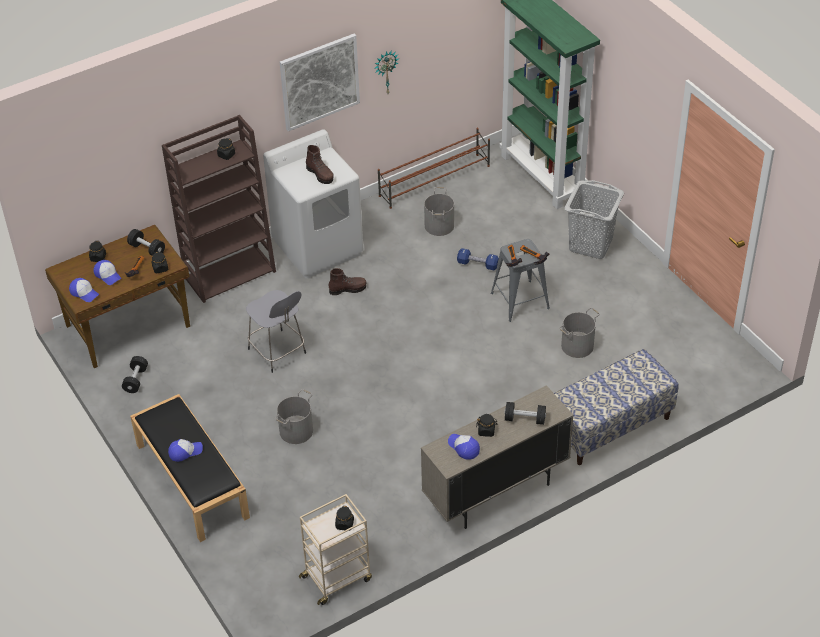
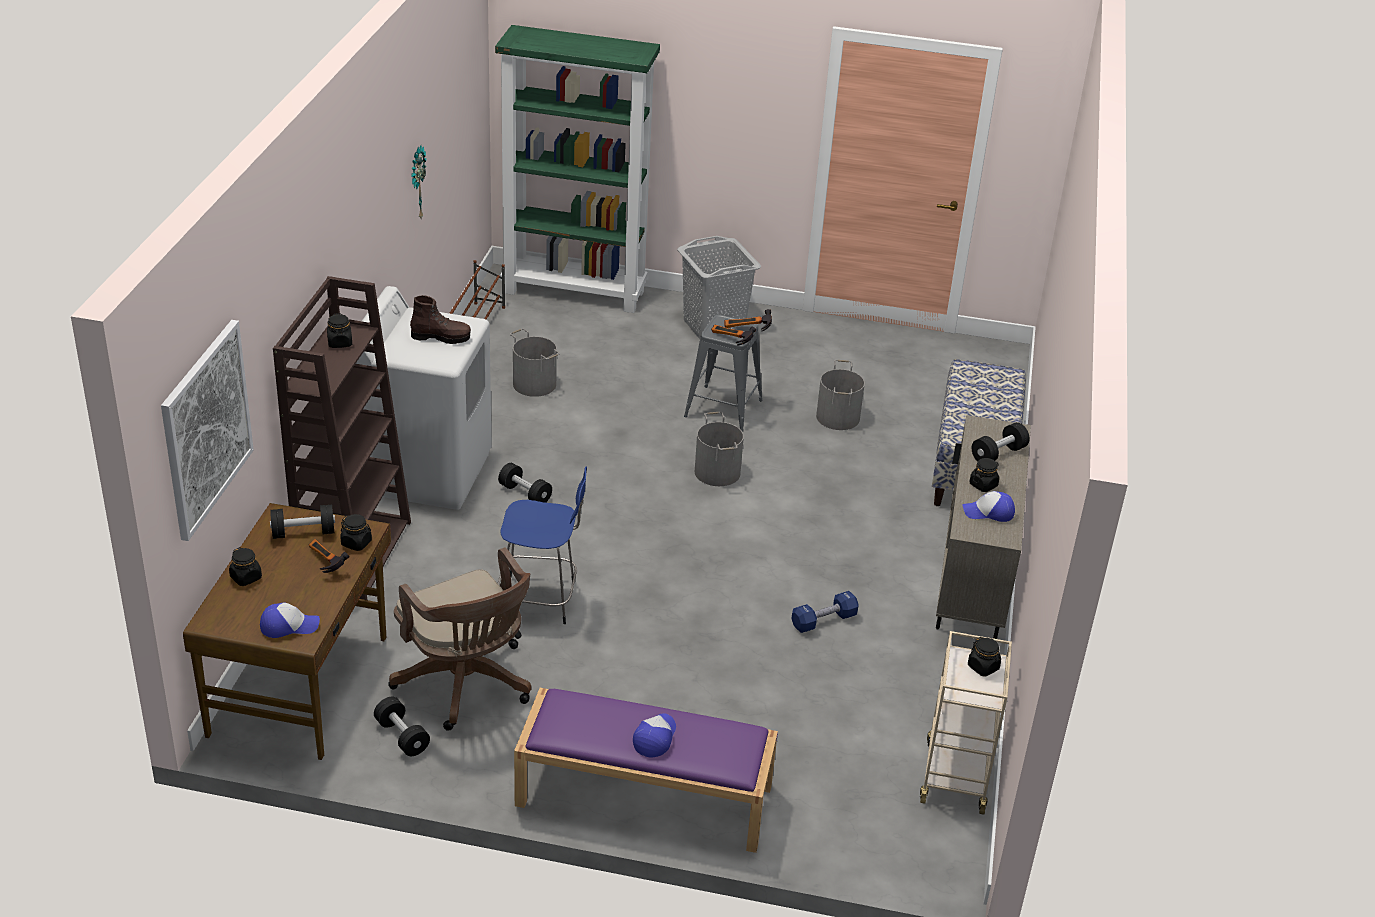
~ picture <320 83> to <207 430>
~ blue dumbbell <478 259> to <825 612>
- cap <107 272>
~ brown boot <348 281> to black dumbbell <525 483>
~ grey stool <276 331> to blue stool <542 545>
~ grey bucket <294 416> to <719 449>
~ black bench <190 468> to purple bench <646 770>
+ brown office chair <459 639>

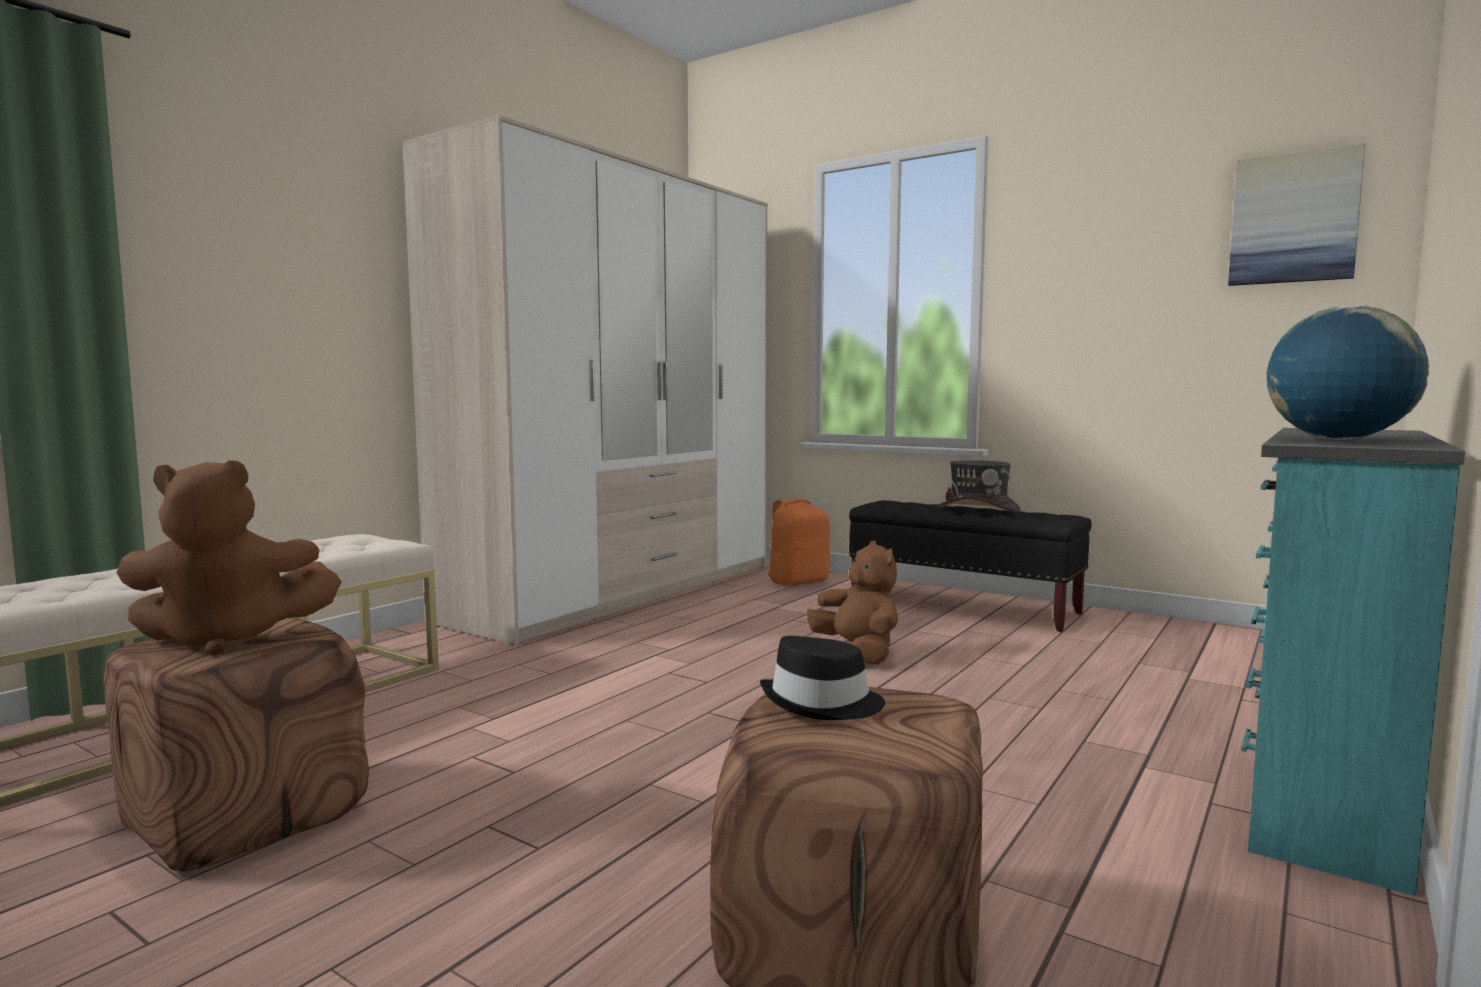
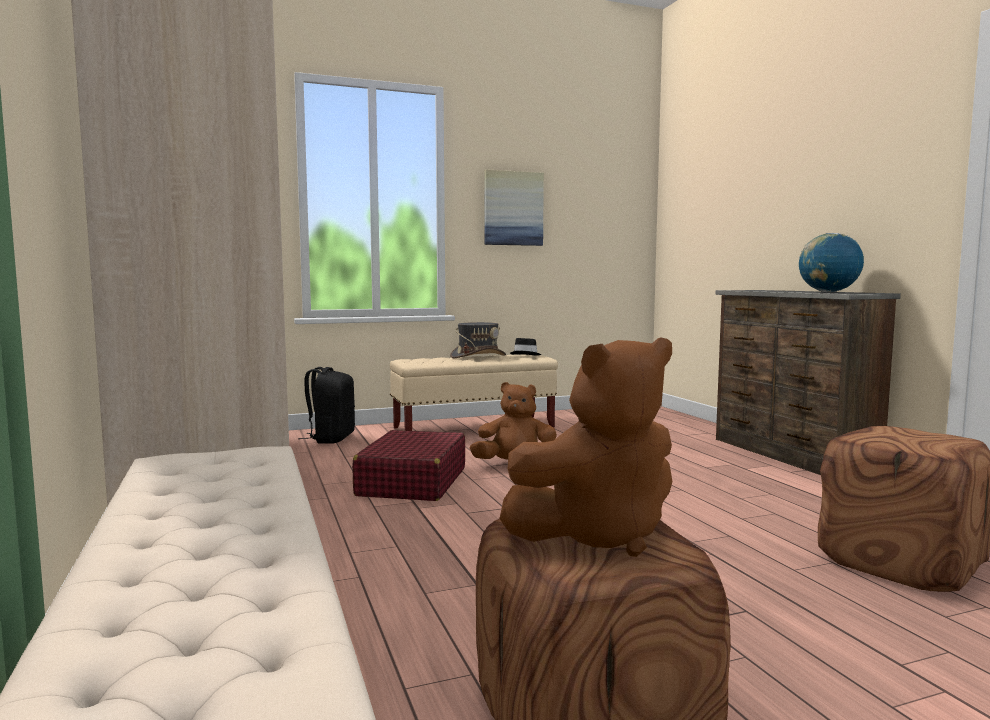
~ picture <1296 214> to <514 207>
~ turquoise dresser <1353 662> to brown dresser <808 382>
~ brown plush toy <228 558> = <586 447> 45 degrees clockwise
~ orange backpack <799 542> to black backpack <326 405>
~ black bench <970 566> to beige bench <474 392>
~ black hat <822 678> to <525 346>
+ red suitcase <408 465>

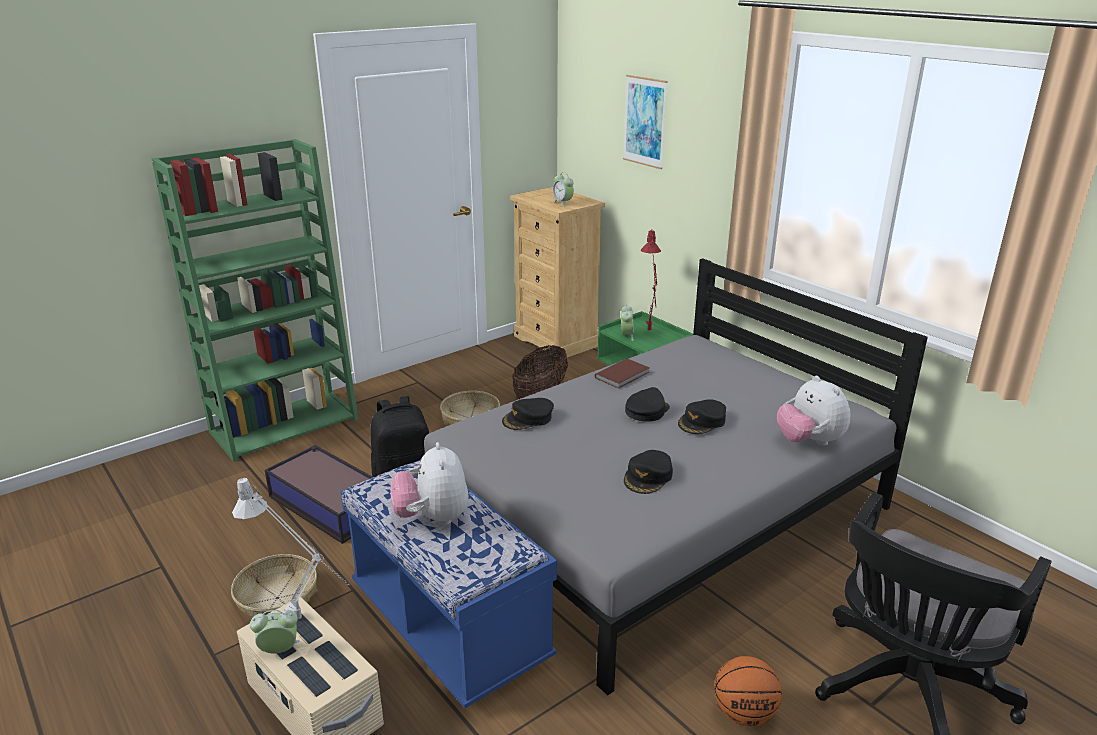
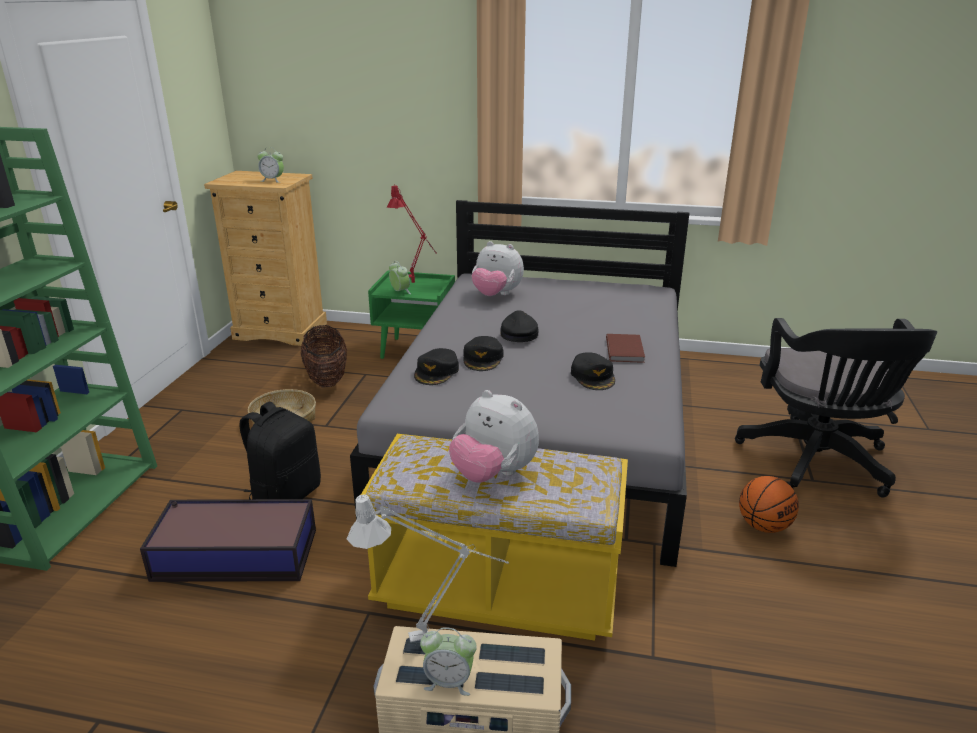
- picture <645 122>
~ brown book <622 374> to <625 348>
~ plush toy <814 411> to <497 268>
~ black cap <702 416> to <483 353>
~ blue bench <449 584> to yellow bench <494 537>
- basket <274 586>
~ alarm clock <275 631> = <448 661> 120 degrees counterclockwise

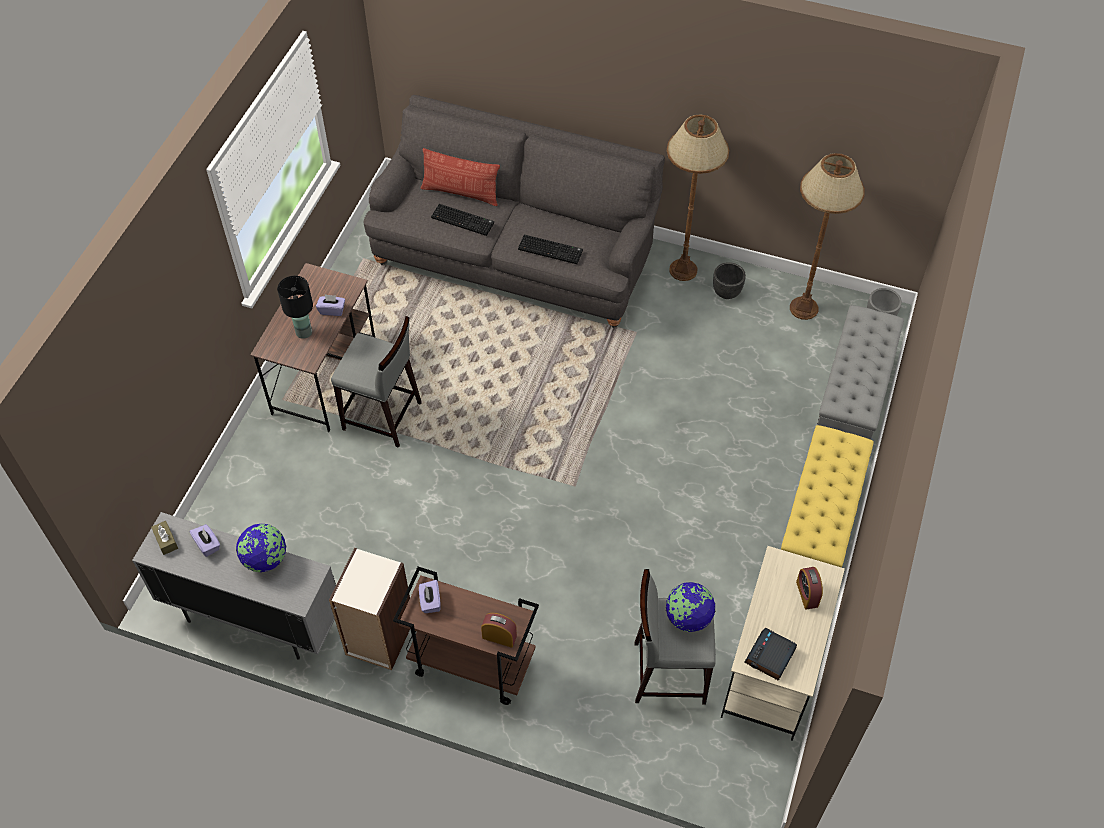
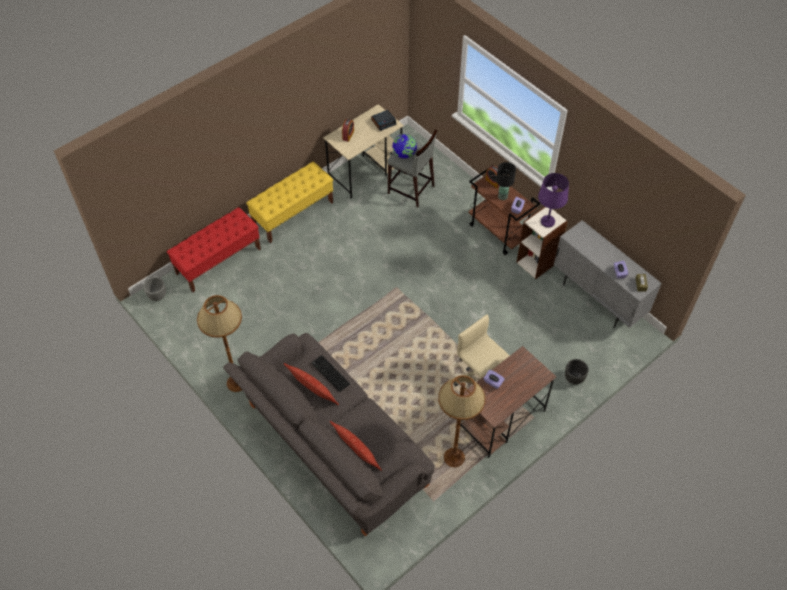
~ brown floor lamp <827 236> to <461 421>
- keyboard <462 220>
~ black planter <729 280> to <576 372>
~ black table lamp <295 307> to <506 181>
~ grey bench <860 372> to red bench <214 250>
~ grey stool <376 382> to beige office chair <482 350>
- globe <261 547>
+ purple table lamp <553 200>
+ pillow <311 384>

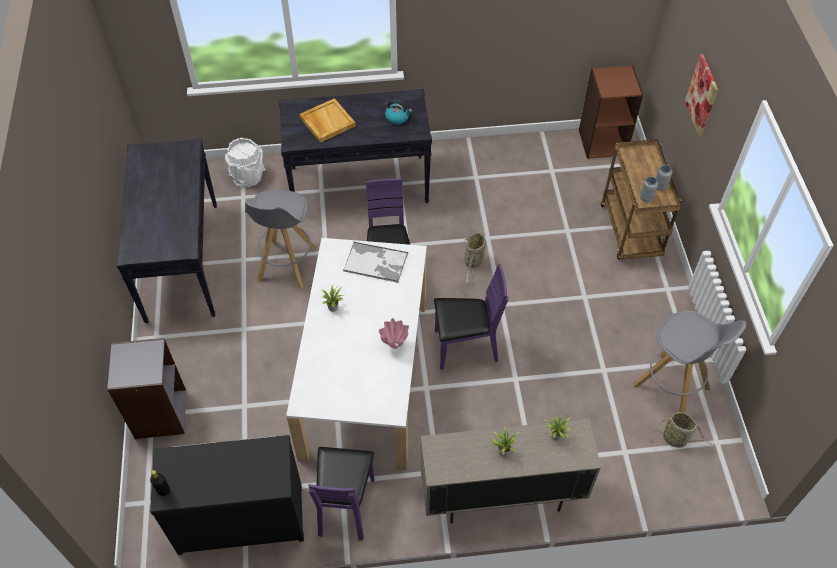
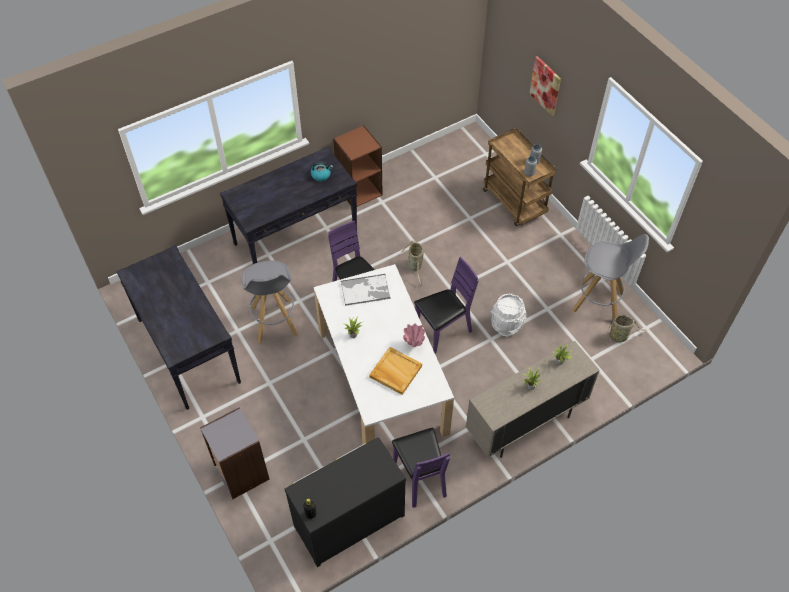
~ brown bookcase <611 112> to <358 166>
~ beige tray <328 120> to <395 371>
~ white bucket <245 162> to <508 315>

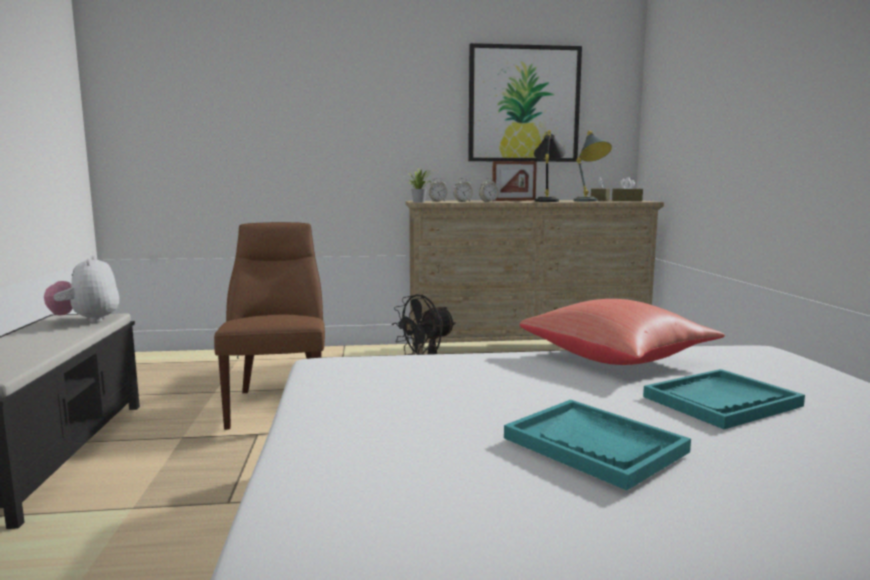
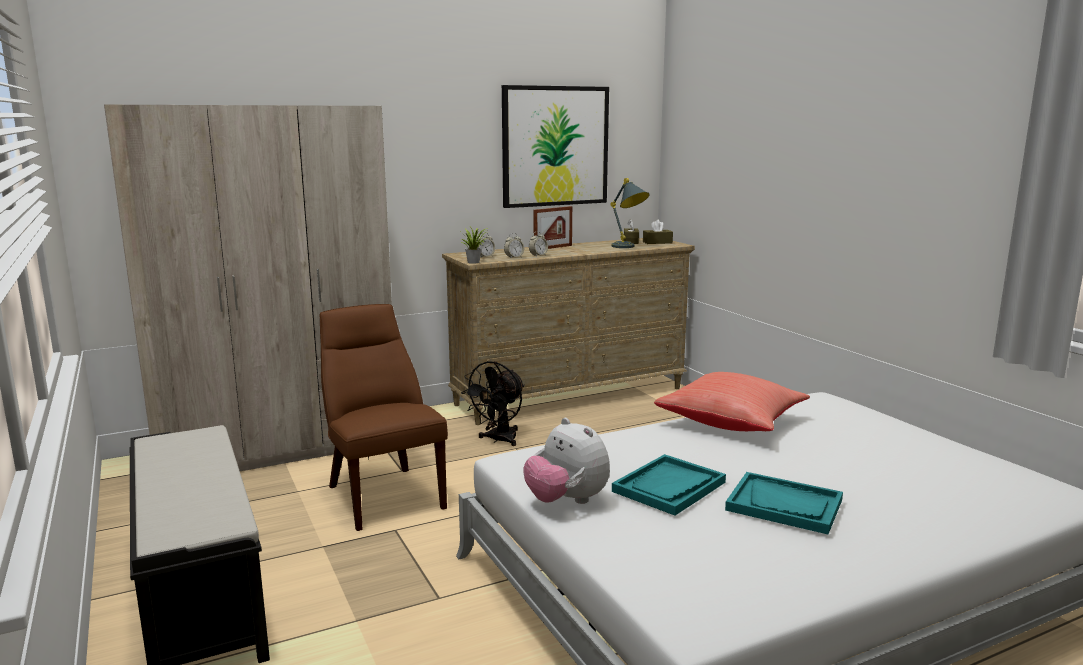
- black table lamp <550 166>
~ plush toy <81 289> to <567 461>
~ turquoise tray <724 399> to <669 485>
+ beige wardrobe <248 287>

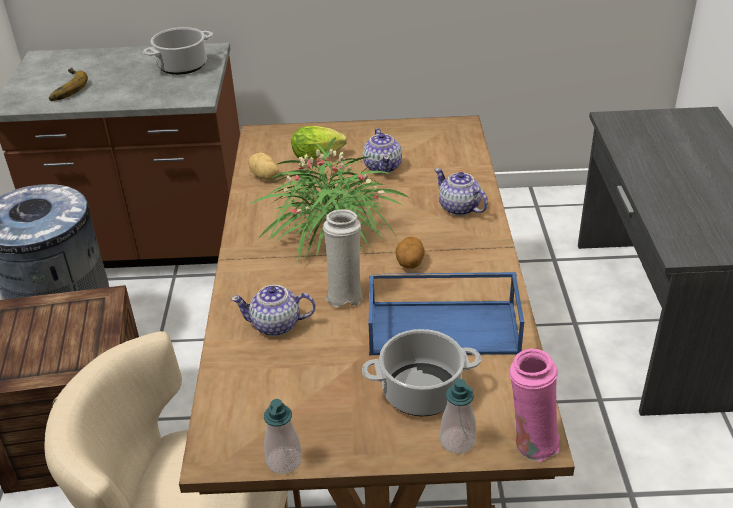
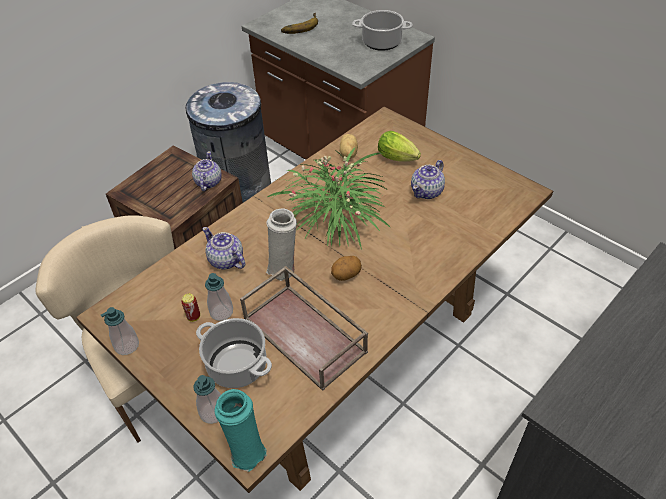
~ teapot <461 192> to <207 171>
~ blue tray <446 313> to brown tray <304 328>
~ pink vase <535 405> to turquoise vase <241 430>
+ soap dispenser <219 297>
+ can <191 308>

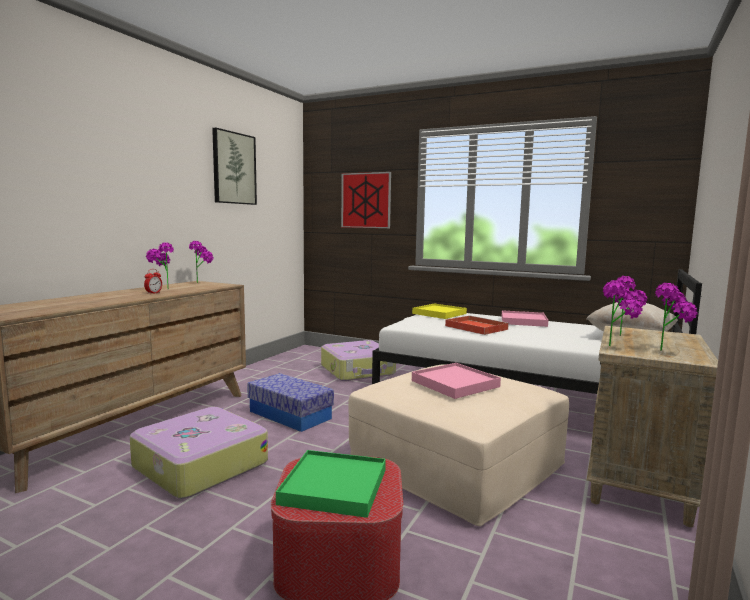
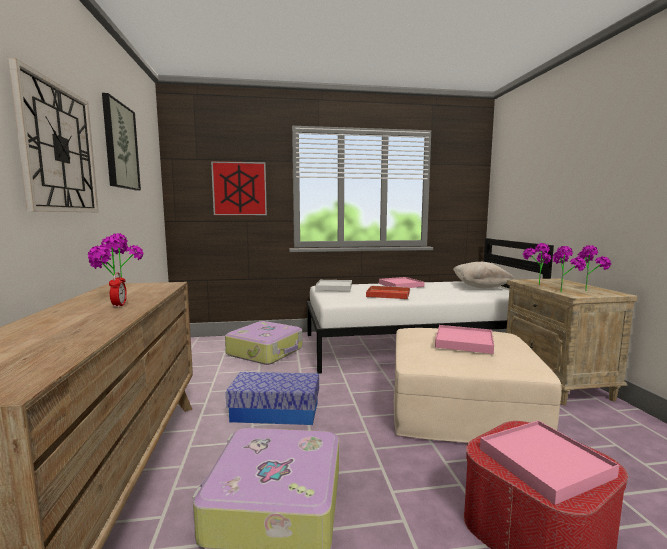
~ yellow tray <439 311> to white tray <333 285>
~ green tray <331 484> to pink tray <549 462>
+ wall clock <53 135>

